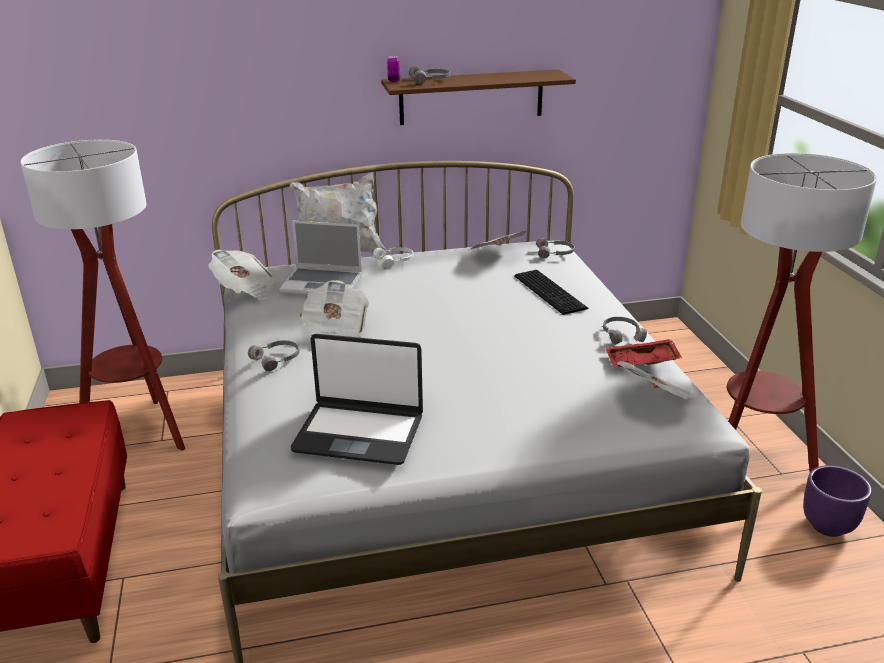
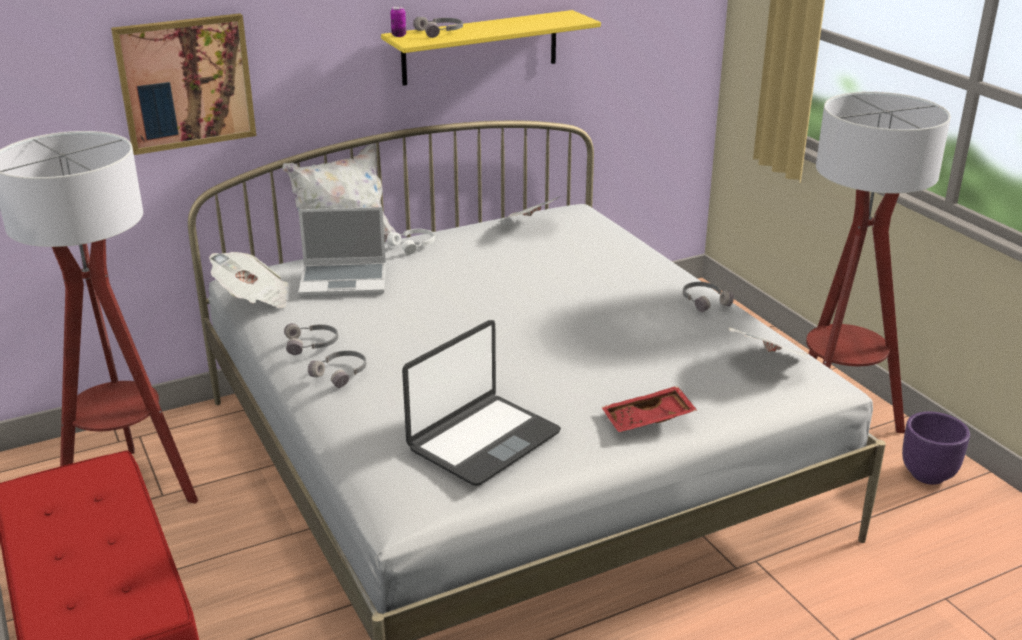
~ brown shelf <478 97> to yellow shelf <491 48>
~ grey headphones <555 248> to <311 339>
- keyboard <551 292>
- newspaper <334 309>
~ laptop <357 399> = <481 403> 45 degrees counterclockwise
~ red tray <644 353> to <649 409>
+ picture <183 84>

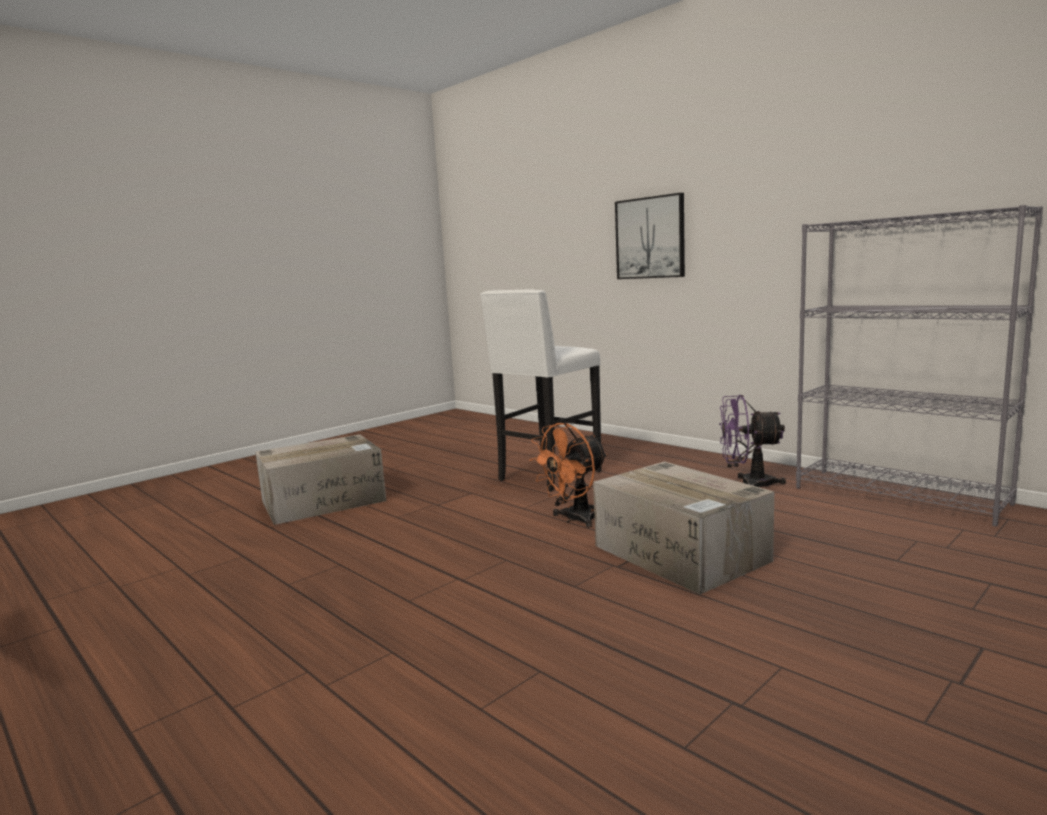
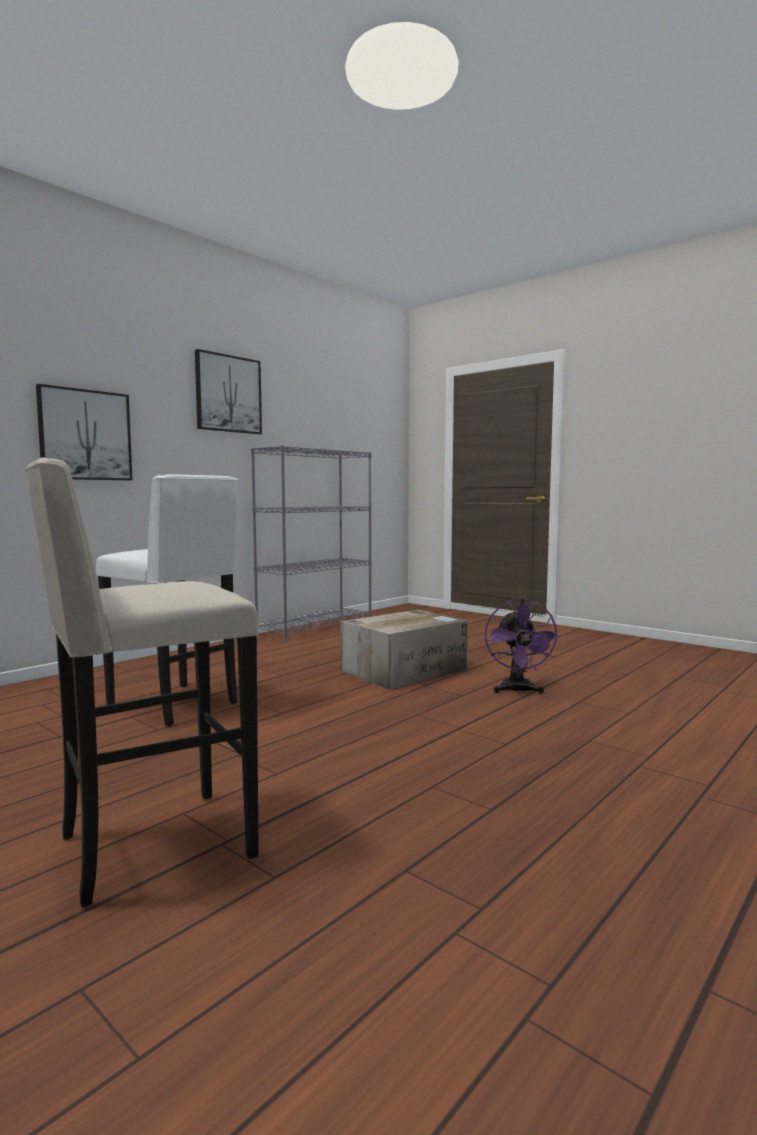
~ purple fan <752 441> to <522 646>
- orange fan <568 475>
~ cardboard box <320 480> to beige stool <142 683>
+ picture <228 391>

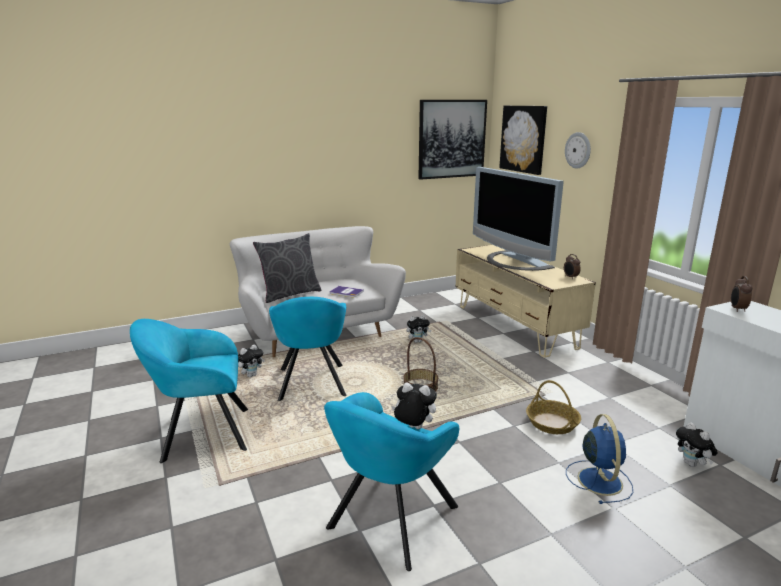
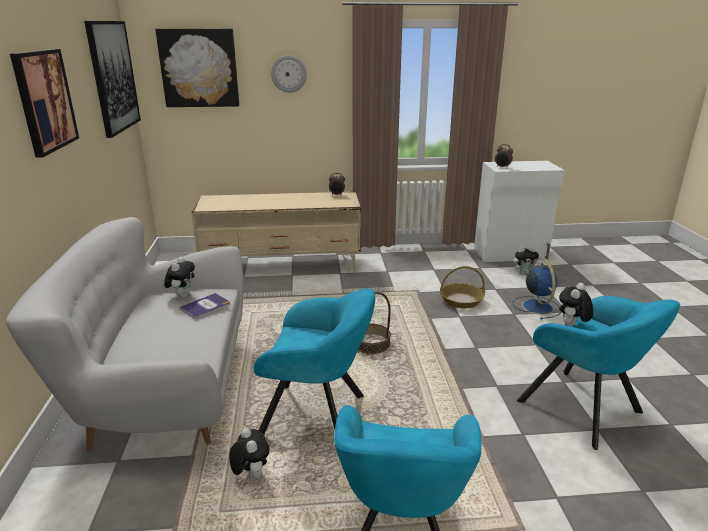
- television <518 219>
- grey pillow <287 268>
~ plush toy <419 329> to <179 277>
~ blue fan <599 459> = <537 289> 60 degrees clockwise
+ picture <44 103>

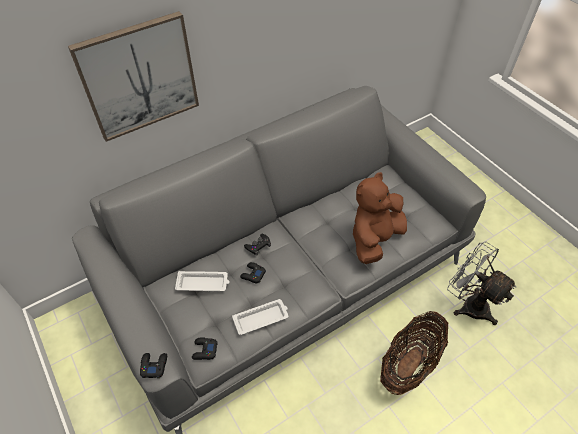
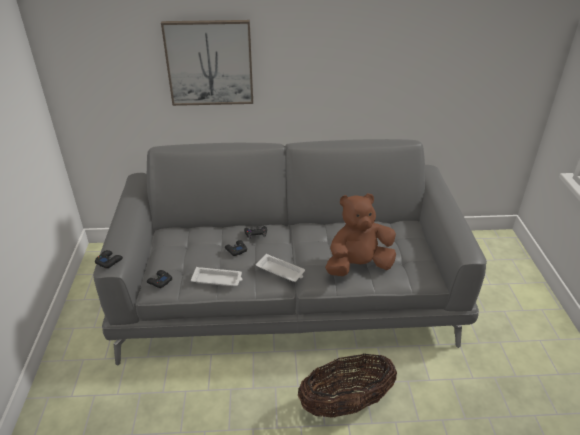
- grey fan <482 283>
~ white tray <202 281> to <280 268>

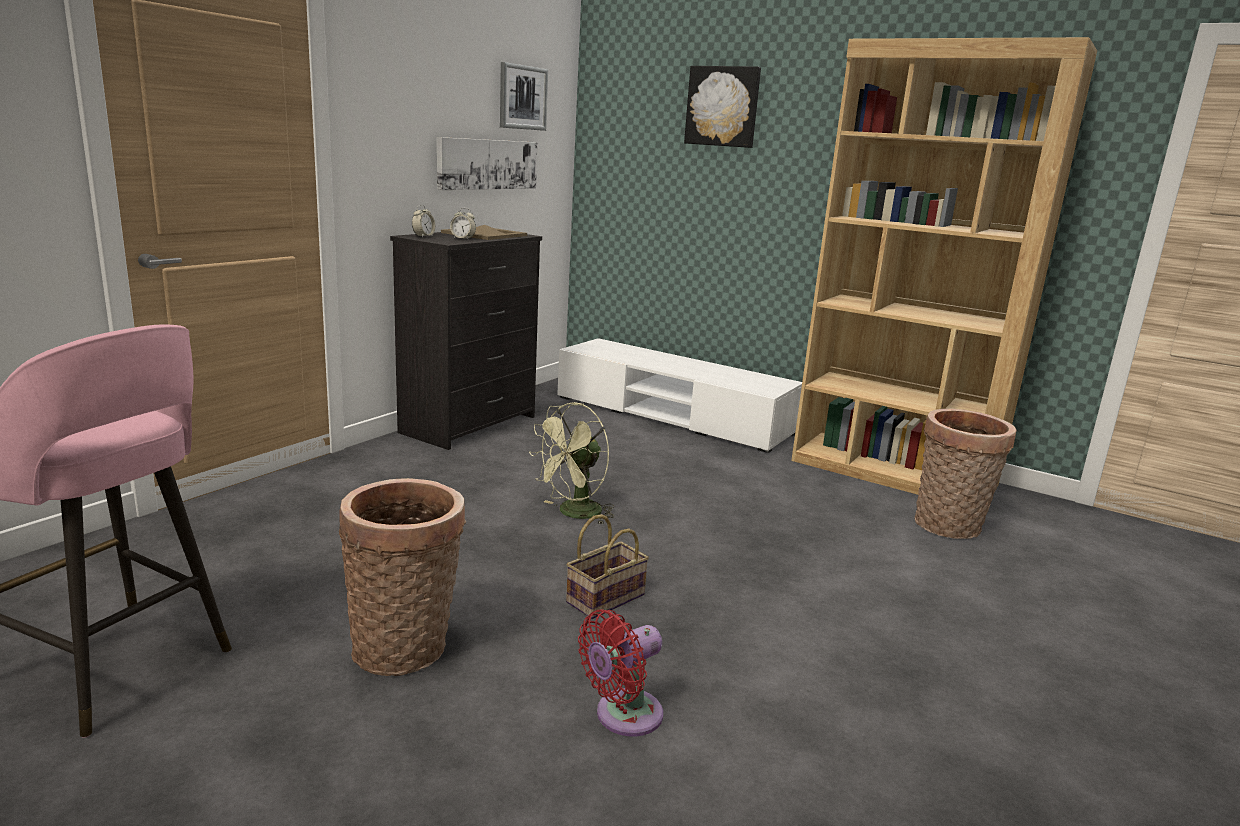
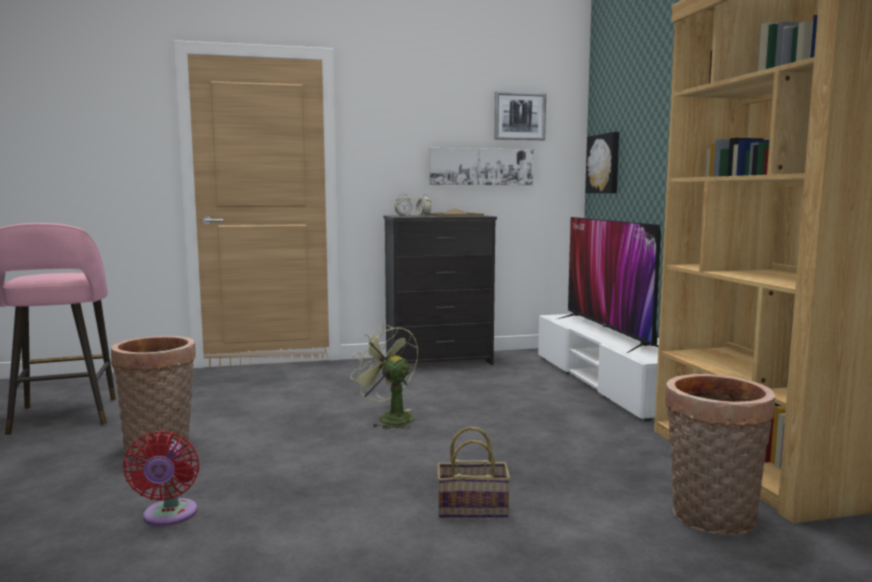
~ picture <722 107> to <602 162>
~ green fan <571 463> = <384 376> 45 degrees clockwise
~ basket <607 566> to <474 472>
~ red fan <620 672> = <161 478> 105 degrees counterclockwise
+ television <609 285>

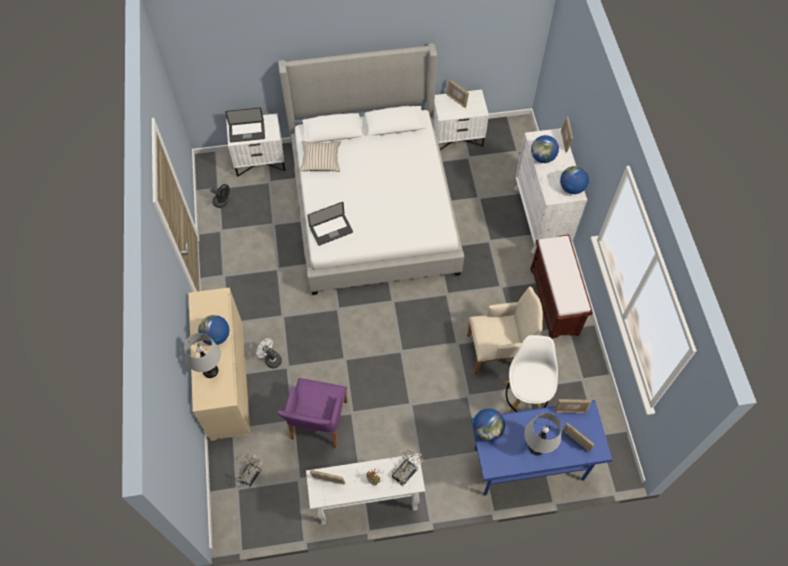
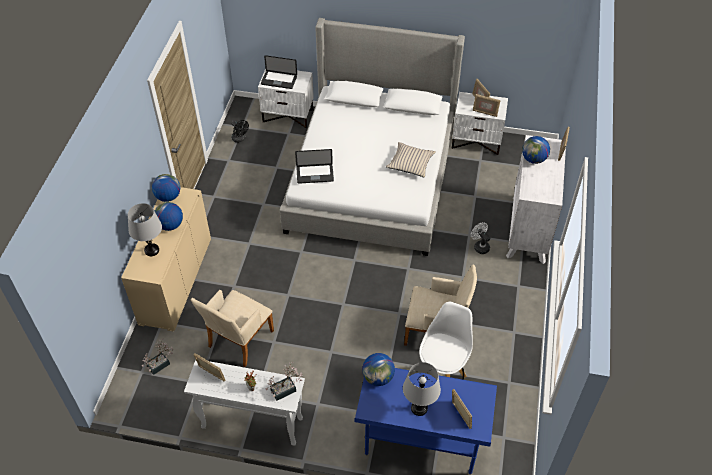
~ beige pillow <320 156> to <411 160>
~ globe <574 180> to <166 188>
- brown bench <561 287>
~ white fan <269 353> to <480 238>
~ purple armchair <312 413> to beige armchair <232 328>
~ picture frame <573 406> to <486 105>

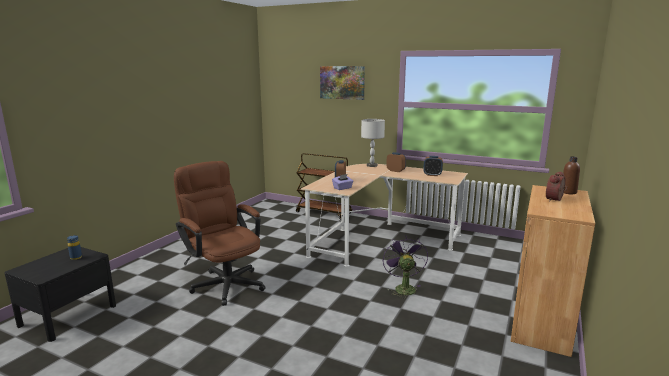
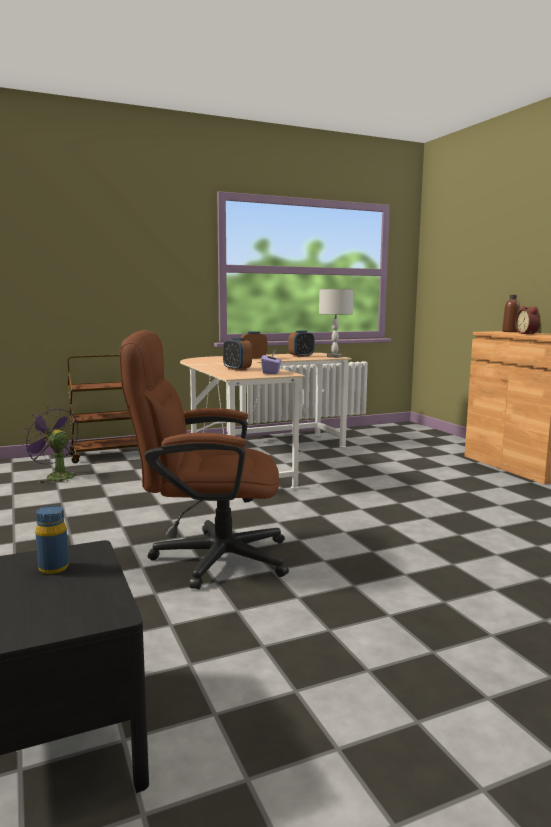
- picture <342 83>
~ grey table lamp <373 143> to <336 323>
~ purple fan <405 267> to <50 445>

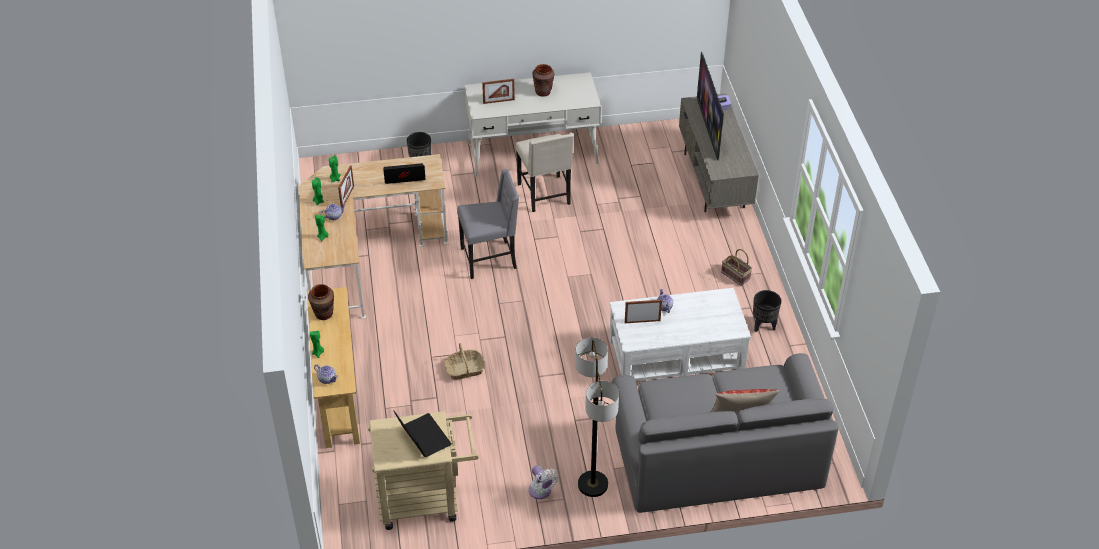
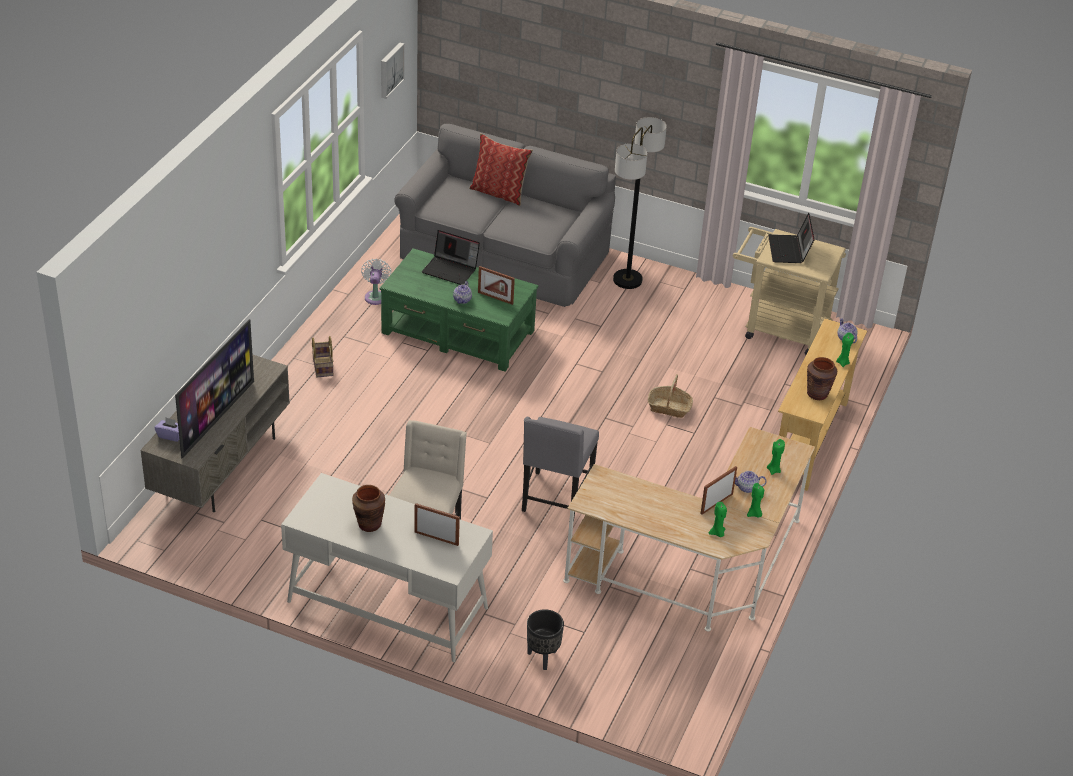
~ laptop <404 173> to <451 257>
~ grey chair <488 224> = <560 469> 90 degrees counterclockwise
~ white coffee table <680 334> to green coffee table <459 310>
- black planter <767 311>
~ white fan <544 482> to <376 281>
+ picture <393 70>

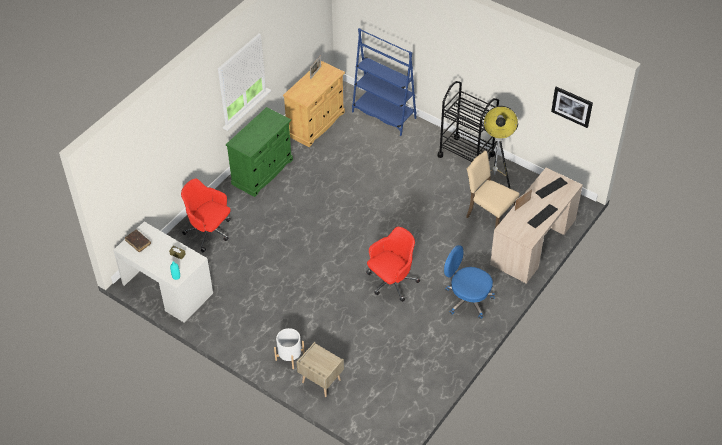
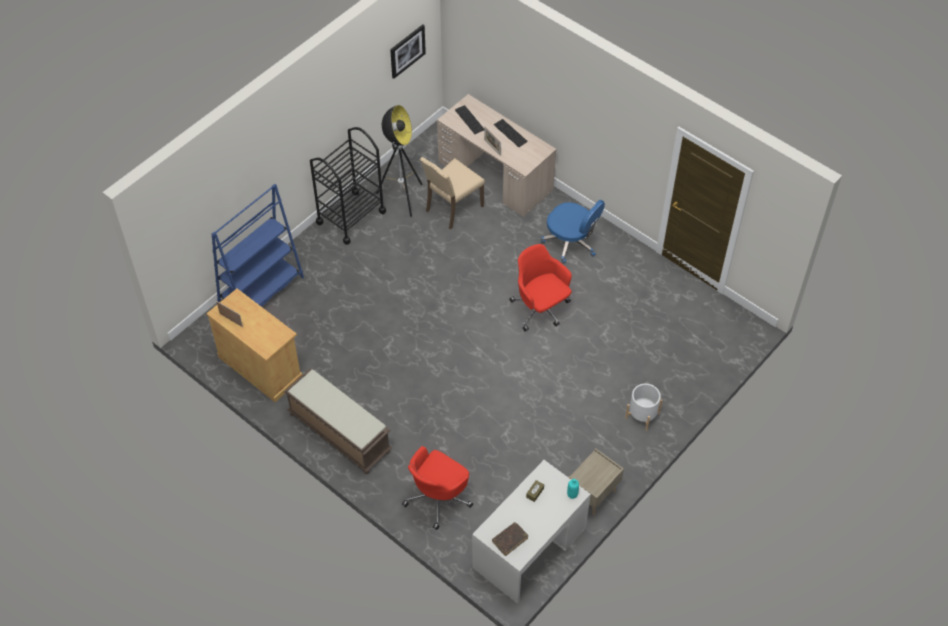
~ green cabinet <259 152> to brown bench <338 421>
~ blue office chair <469 282> = <573 232> 90 degrees counterclockwise
~ beige nightstand <320 369> to <596 482>

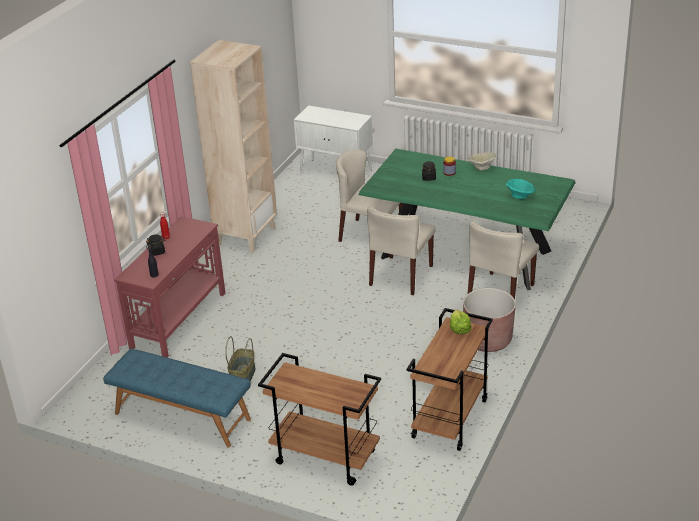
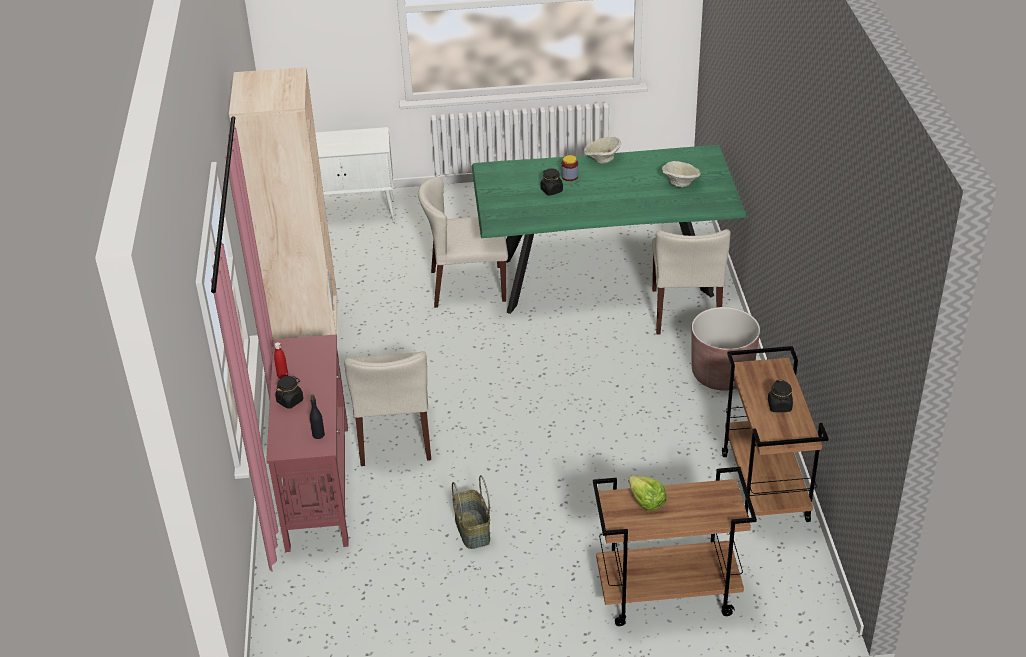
~ turquoise bowl <520 189> to beige bowl <681 174>
~ beige chair <401 250> to <387 408>
~ lettuce <461 322> to <647 492>
- blue bench <177 398>
+ black jar <780 396>

